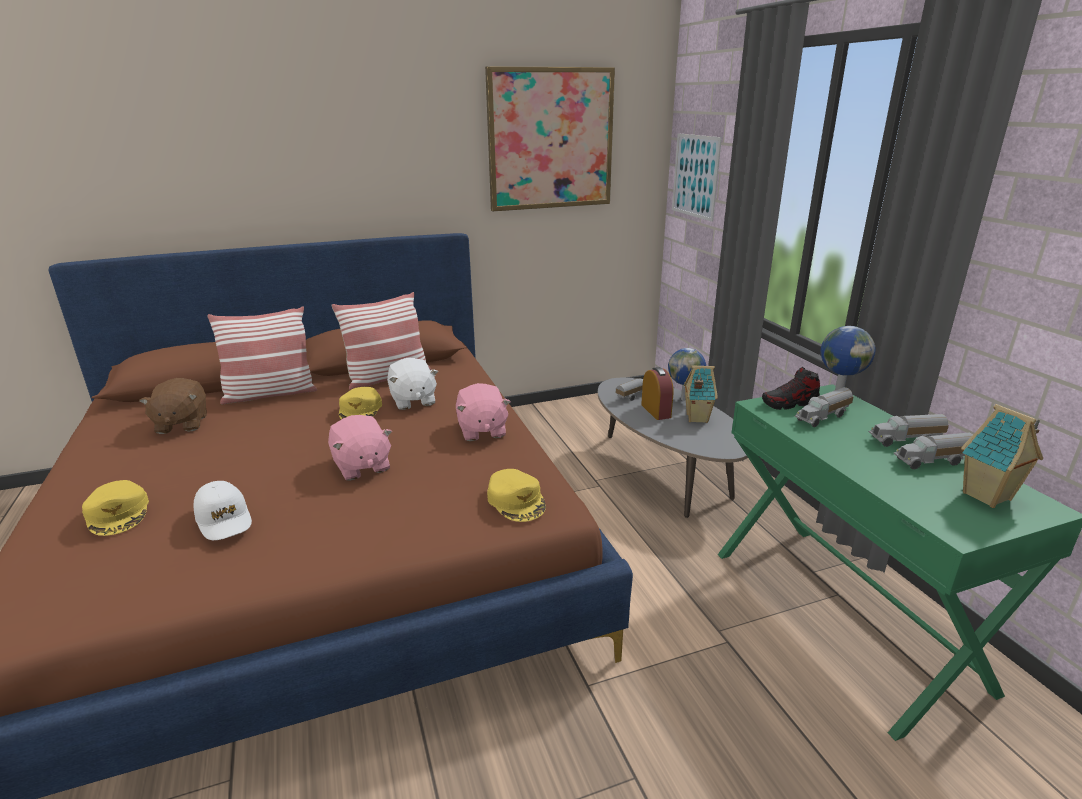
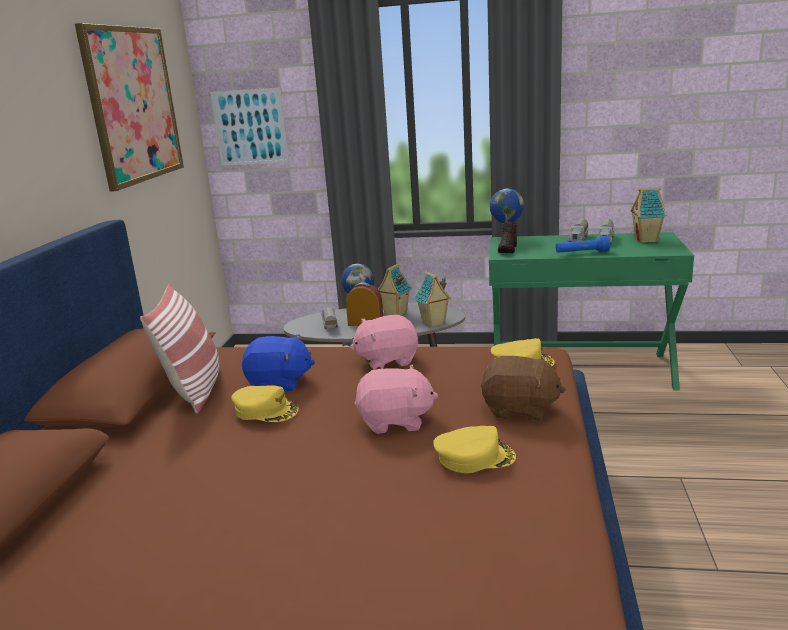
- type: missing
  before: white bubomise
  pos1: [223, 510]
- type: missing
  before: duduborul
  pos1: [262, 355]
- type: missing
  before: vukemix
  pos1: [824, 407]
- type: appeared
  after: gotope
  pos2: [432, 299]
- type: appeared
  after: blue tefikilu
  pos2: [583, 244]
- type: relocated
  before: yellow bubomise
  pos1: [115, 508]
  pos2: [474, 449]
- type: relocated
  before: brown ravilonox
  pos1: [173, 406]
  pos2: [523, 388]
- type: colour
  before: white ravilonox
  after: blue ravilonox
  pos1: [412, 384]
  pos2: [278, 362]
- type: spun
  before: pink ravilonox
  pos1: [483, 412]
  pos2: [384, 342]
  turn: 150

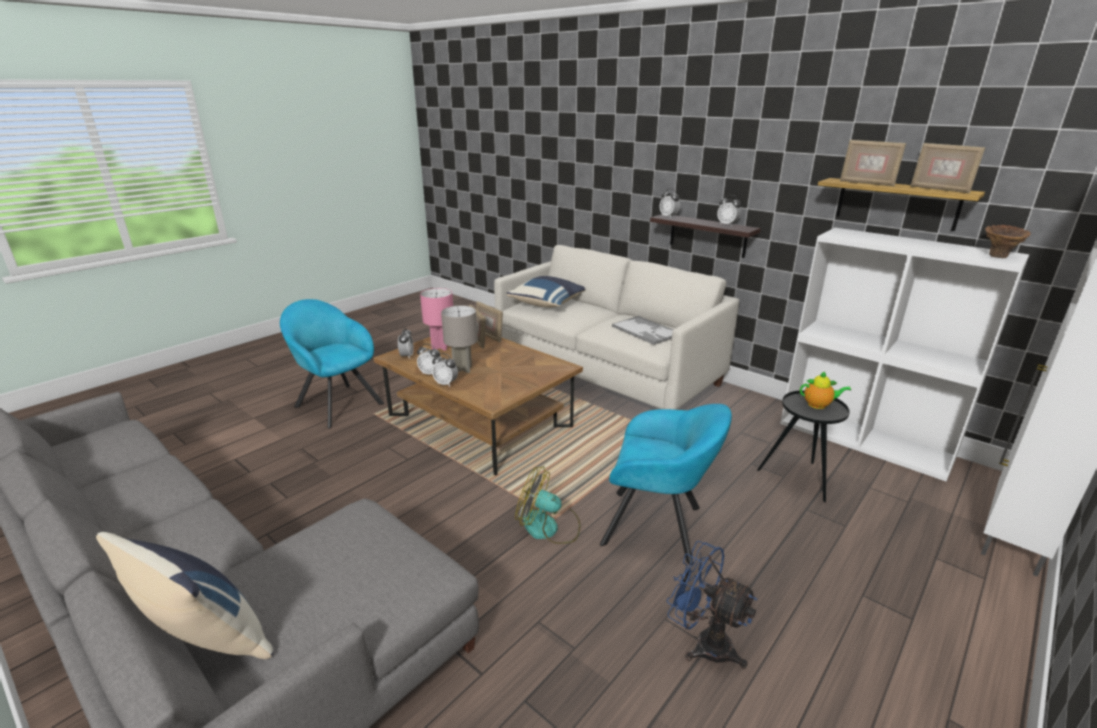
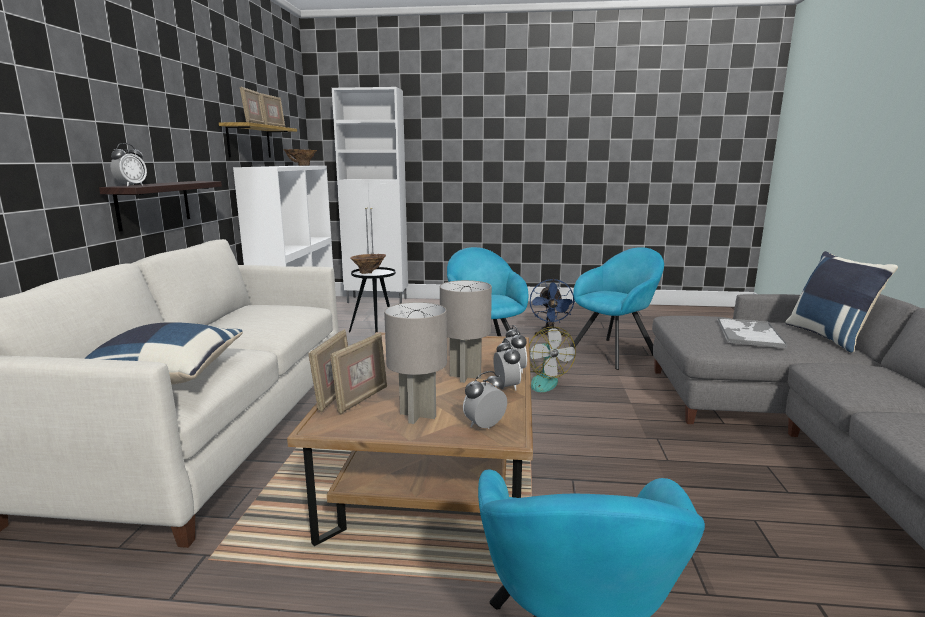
- type: missing
  before: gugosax
  pos1: [729, 210]
- type: appeared
  after: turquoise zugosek
  pos2: [617, 308]
- type: relocated
  before: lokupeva
  pos1: [642, 330]
  pos2: [752, 333]
- type: exchanged
  before: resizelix
  after: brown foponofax
  pos1: [825, 390]
  pos2: [368, 264]
- type: colour
  before: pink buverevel
  after: grey buverevel
  pos1: [436, 319]
  pos2: [415, 363]

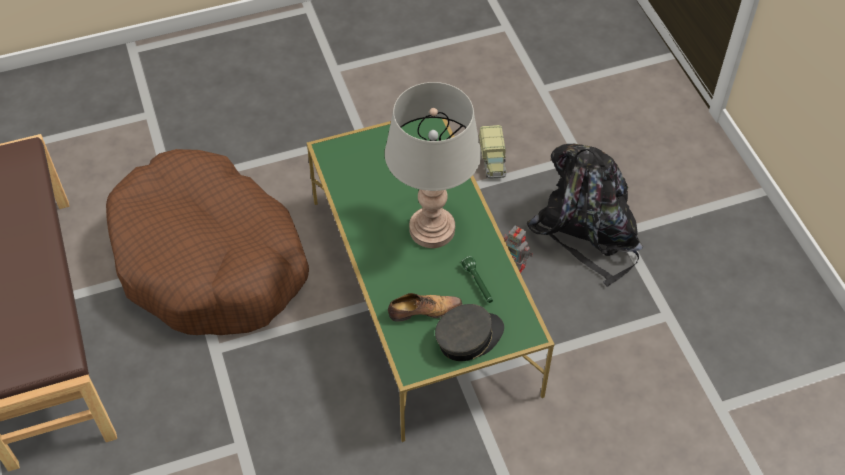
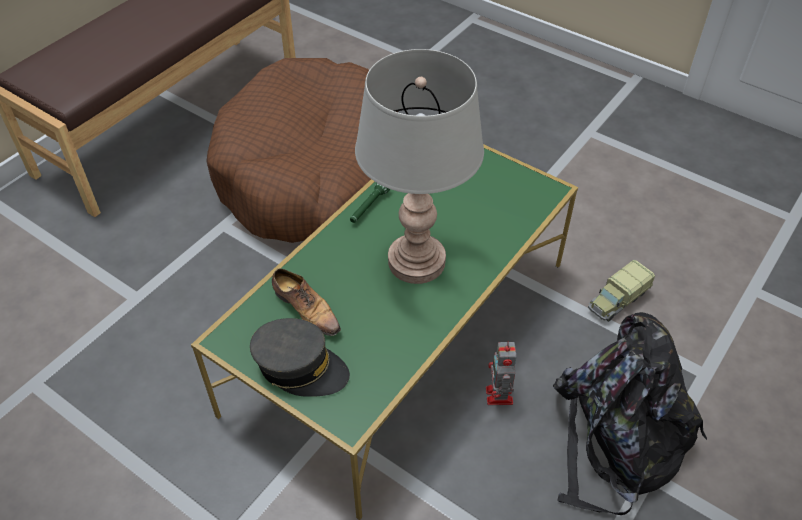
- type: relocated
  before: green tefikilu
  pos1: [477, 279]
  pos2: [370, 203]

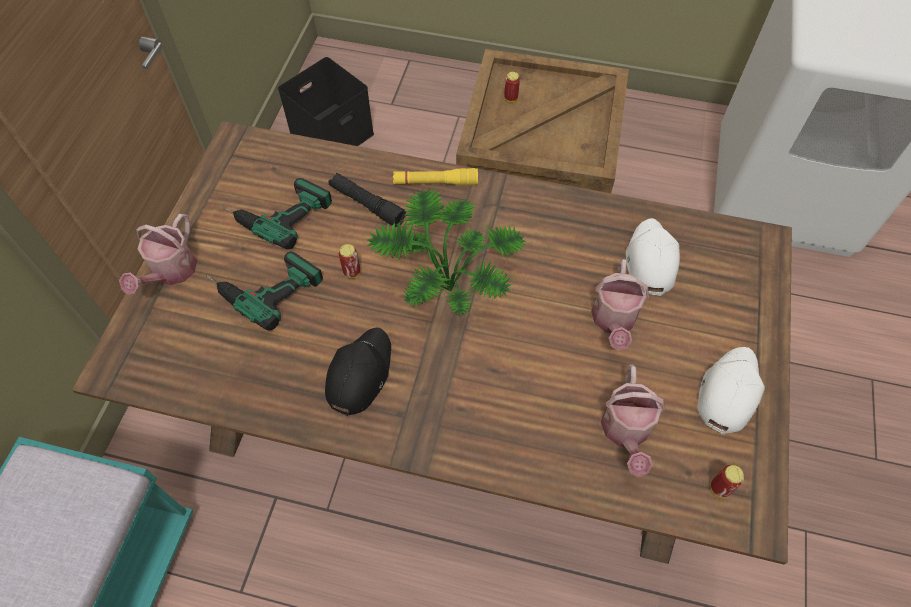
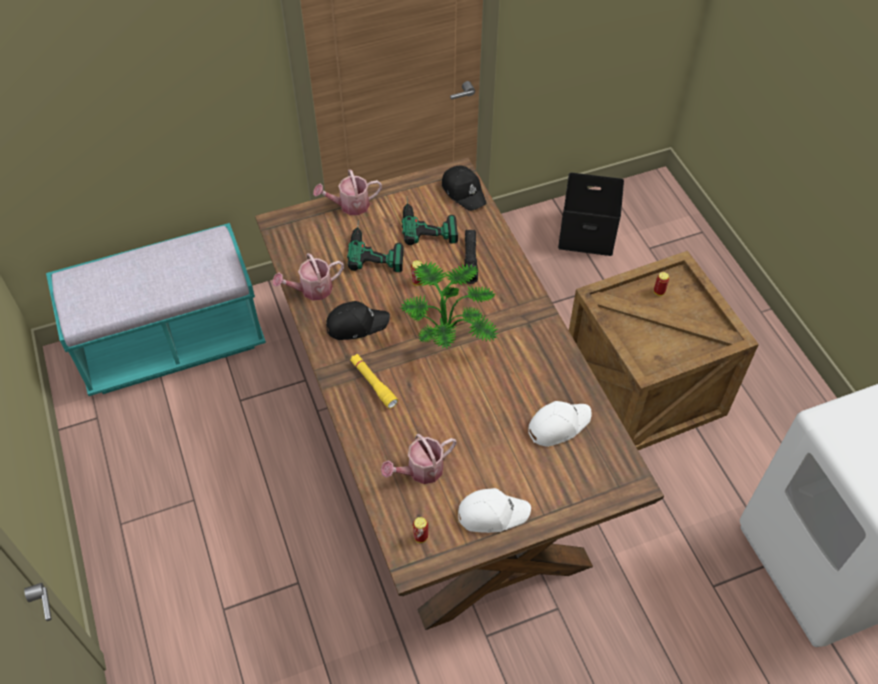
- type: appeared
  after: black bubomise
  pos2: [464, 188]
- type: relocated
  before: yellow tefikilu
  pos1: [435, 176]
  pos2: [374, 381]
- type: relocated
  before: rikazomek
  pos1: [620, 305]
  pos2: [308, 276]

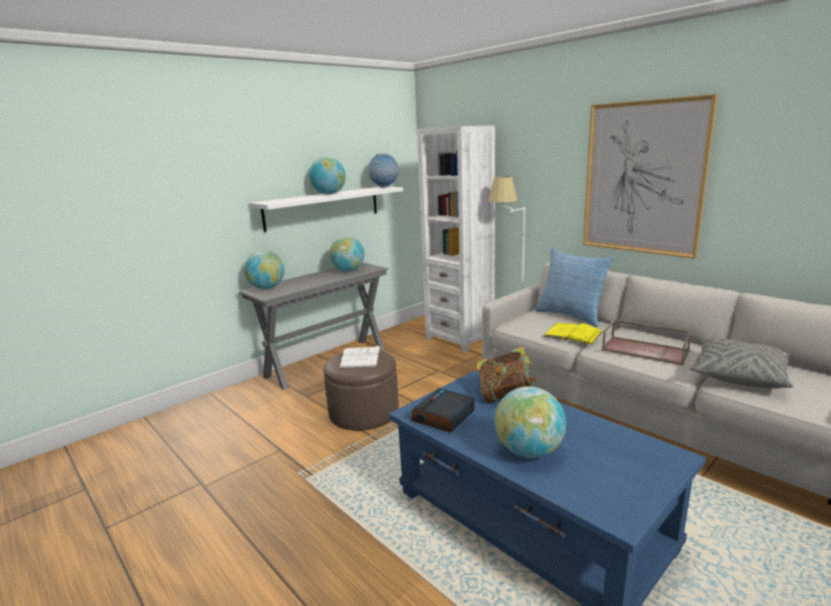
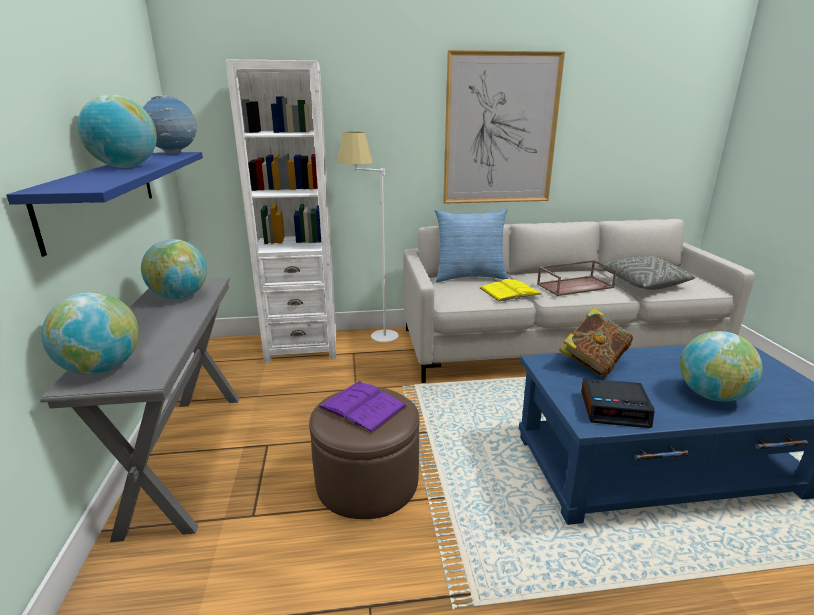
- type: colour
  before: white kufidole
  after: blue kufidole
  pos1: [326, 209]
  pos2: [104, 204]
- type: colour
  before: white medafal
  after: purple medafal
  pos1: [360, 357]
  pos2: [362, 407]
- type: spun
  before: gugosax
  pos1: [443, 410]
  pos2: [618, 403]
  turn: -60

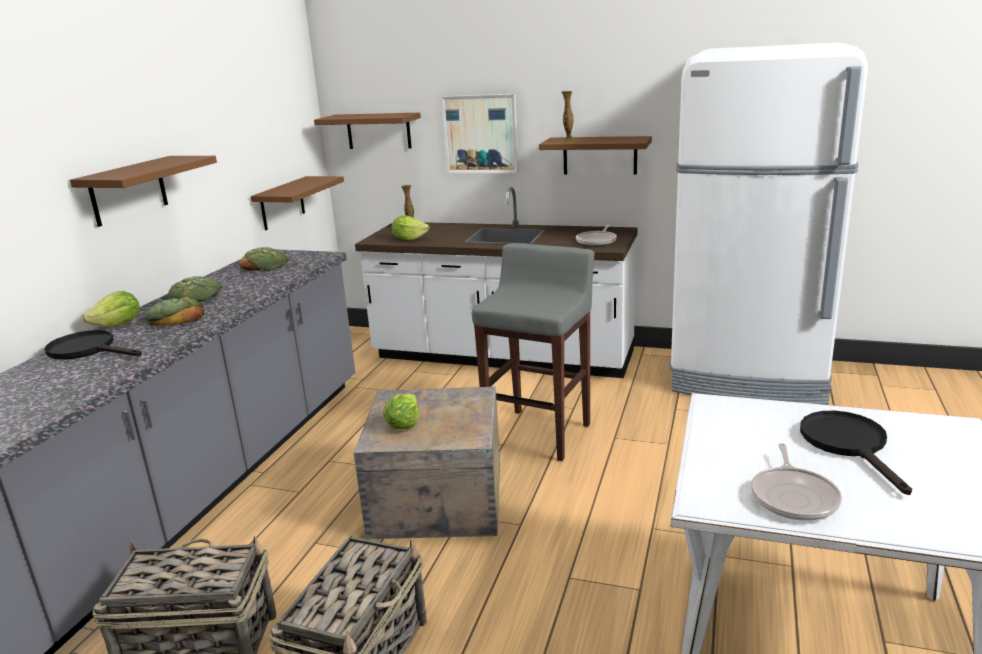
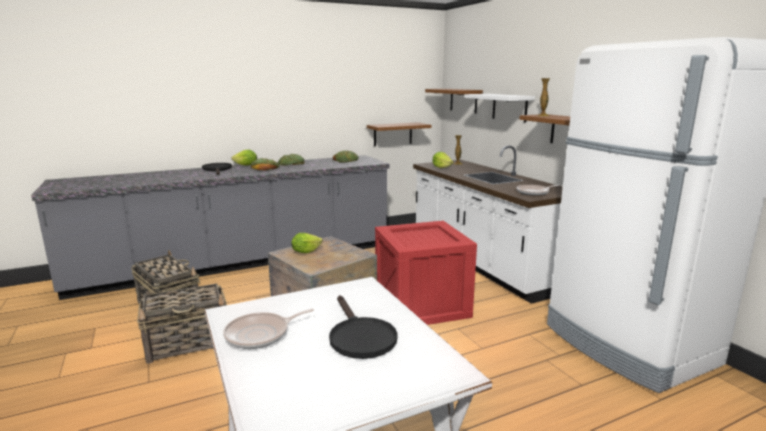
- type: missing
  before: brown kufidole
  pos1: [143, 191]
- type: exchanged
  before: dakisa
  after: white kufidole
  pos1: [480, 133]
  pos2: [500, 108]
- type: exchanged
  before: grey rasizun
  after: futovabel
  pos1: [533, 352]
  pos2: [426, 273]
- type: spun
  before: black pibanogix
  pos1: [856, 453]
  pos2: [363, 327]
  turn: 120

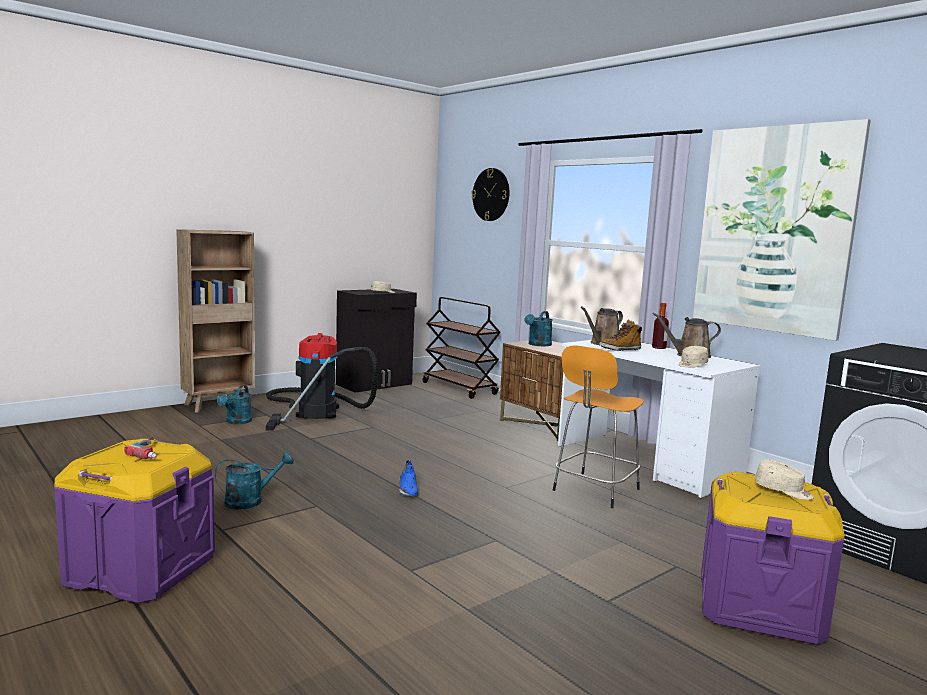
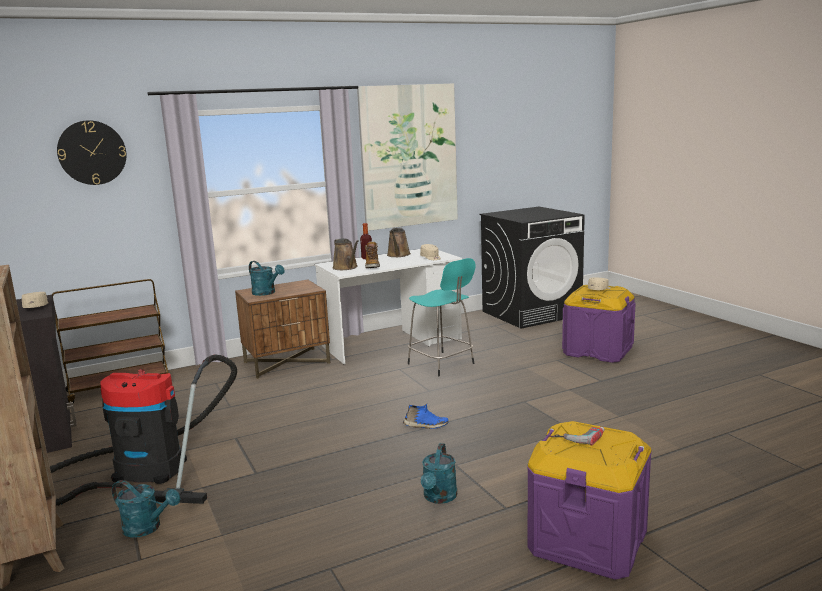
- type: colour
  before: orange rasizun
  after: turquoise rasizun
  pos1: [598, 426]
  pos2: [442, 317]
- type: spun
  before: turquoise rikazomek
  pos1: [254, 480]
  pos2: [439, 473]
  turn: -150

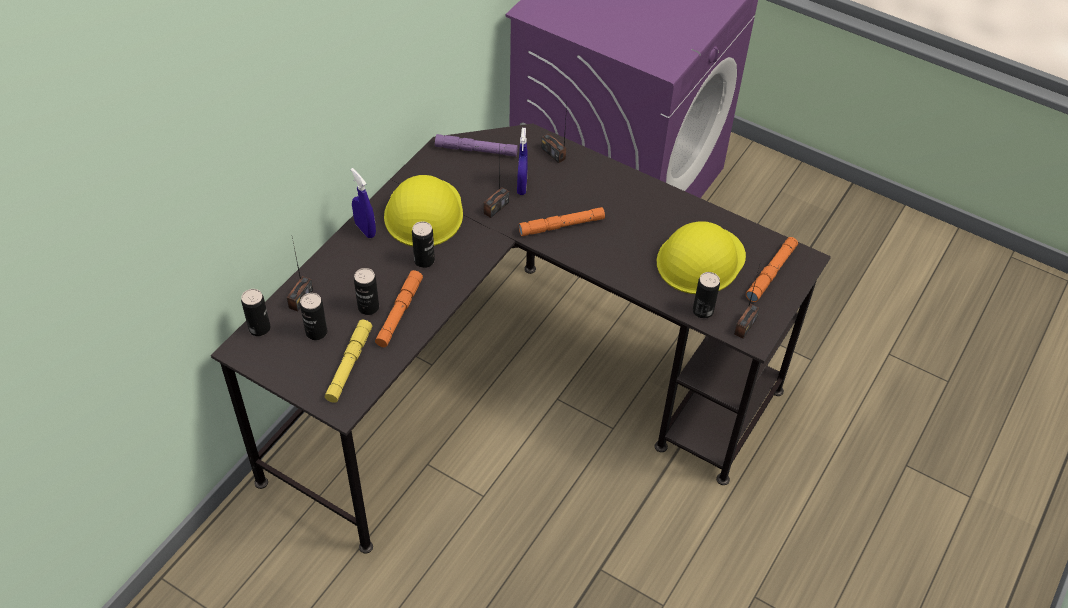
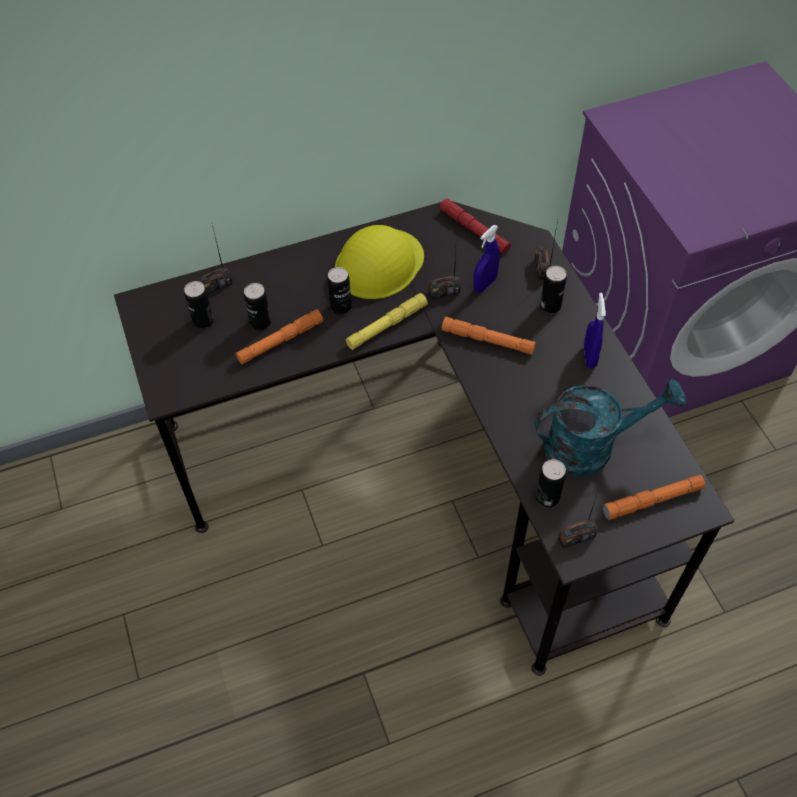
- type: relocated
  before: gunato
  pos1: [255, 312]
  pos2: [553, 289]
- type: relocated
  before: yellow tefikilu
  pos1: [348, 361]
  pos2: [387, 321]
- type: relocated
  before: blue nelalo
  pos1: [363, 203]
  pos2: [595, 331]
- type: exchanged
  before: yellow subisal
  after: turquoise rikazomek
  pos1: [701, 257]
  pos2: [610, 427]
- type: colour
  before: purple tefikilu
  after: red tefikilu
  pos1: [476, 145]
  pos2: [475, 226]

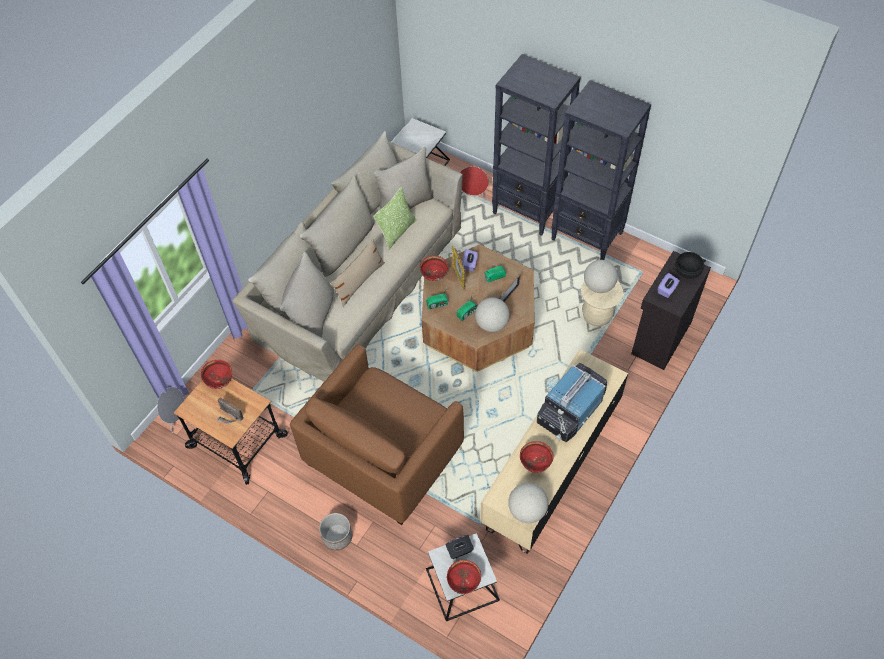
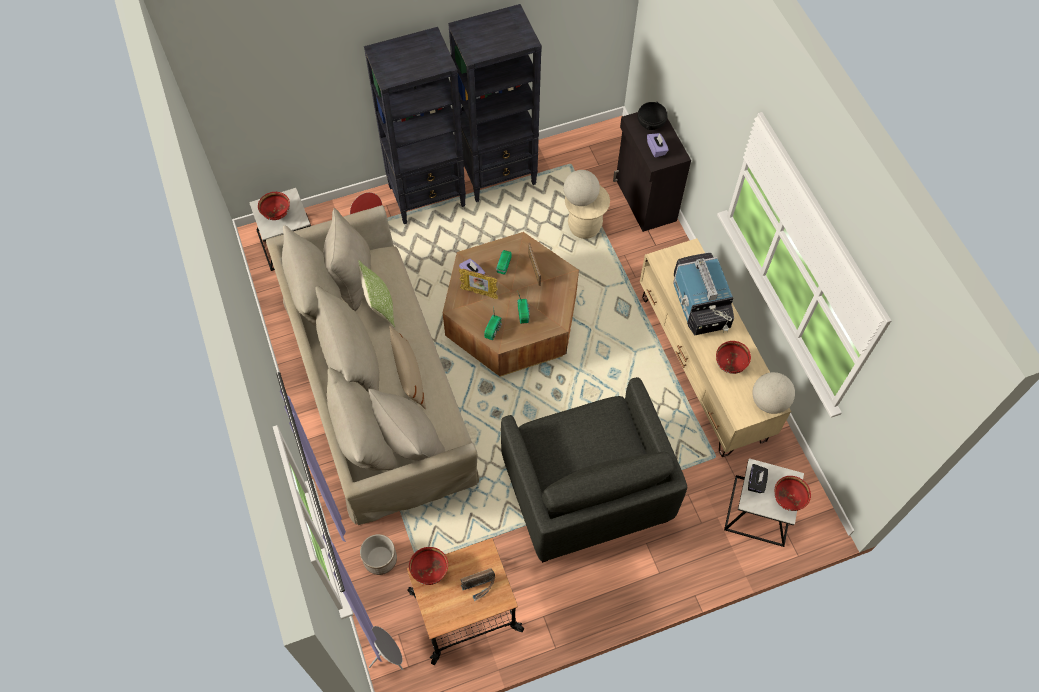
- type: missing
  before: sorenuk
  pos1: [492, 315]
- type: relocated
  before: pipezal
  pos1: [335, 532]
  pos2: [378, 554]
- type: relocated
  before: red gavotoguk
  pos1: [434, 268]
  pos2: [274, 206]
- type: colour
  before: brown zugosek
  after: grey zugosek
  pos1: [377, 435]
  pos2: [594, 470]

